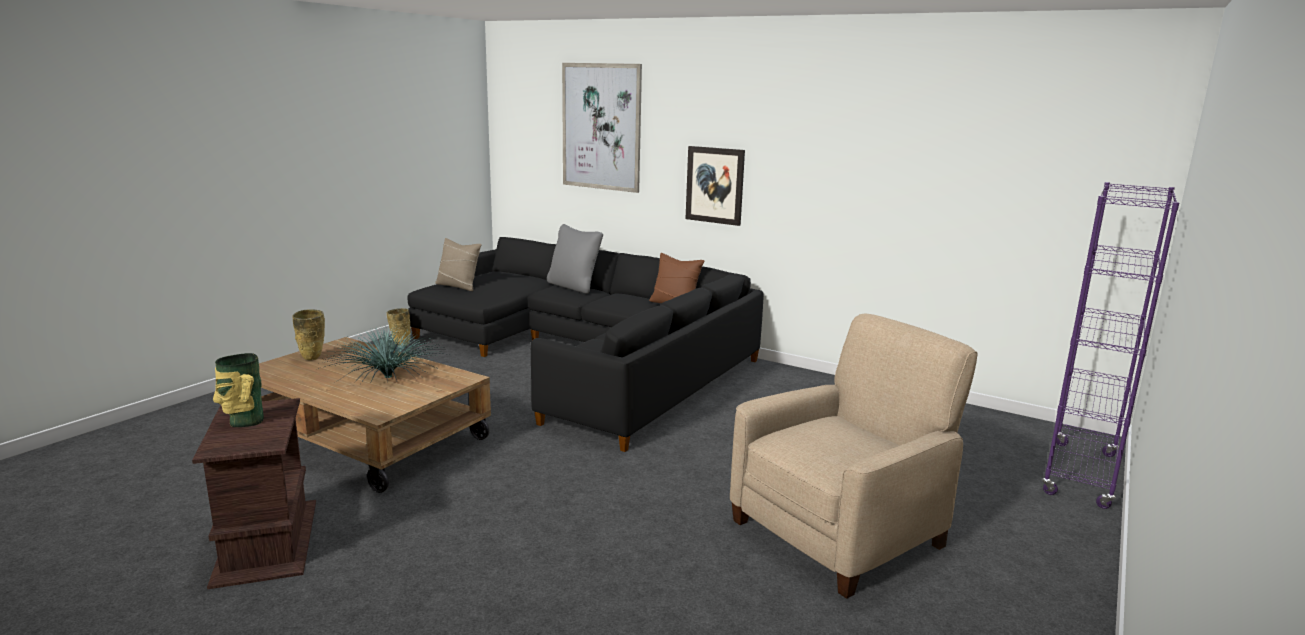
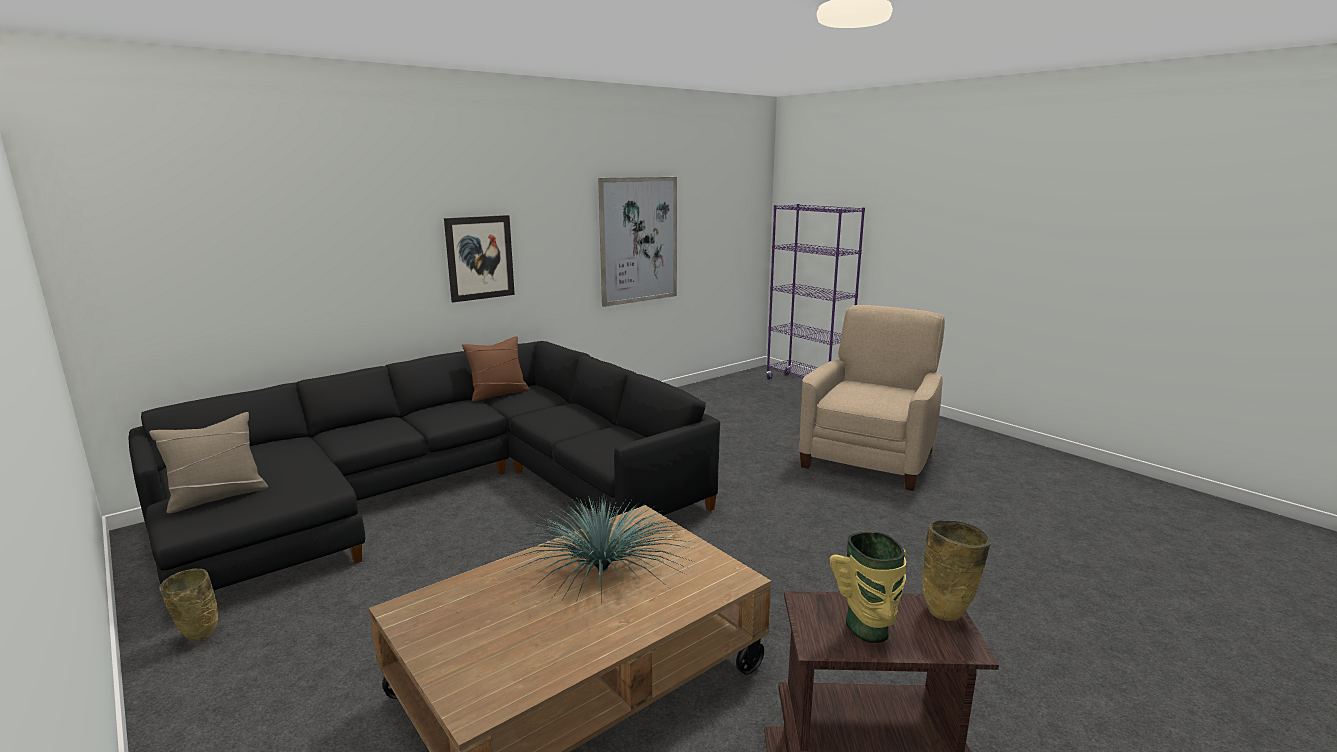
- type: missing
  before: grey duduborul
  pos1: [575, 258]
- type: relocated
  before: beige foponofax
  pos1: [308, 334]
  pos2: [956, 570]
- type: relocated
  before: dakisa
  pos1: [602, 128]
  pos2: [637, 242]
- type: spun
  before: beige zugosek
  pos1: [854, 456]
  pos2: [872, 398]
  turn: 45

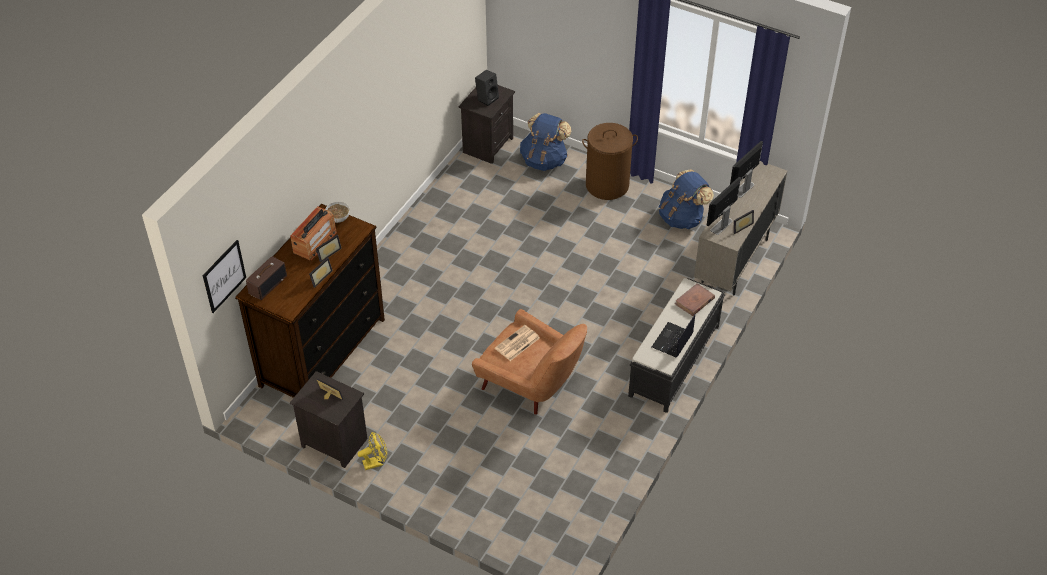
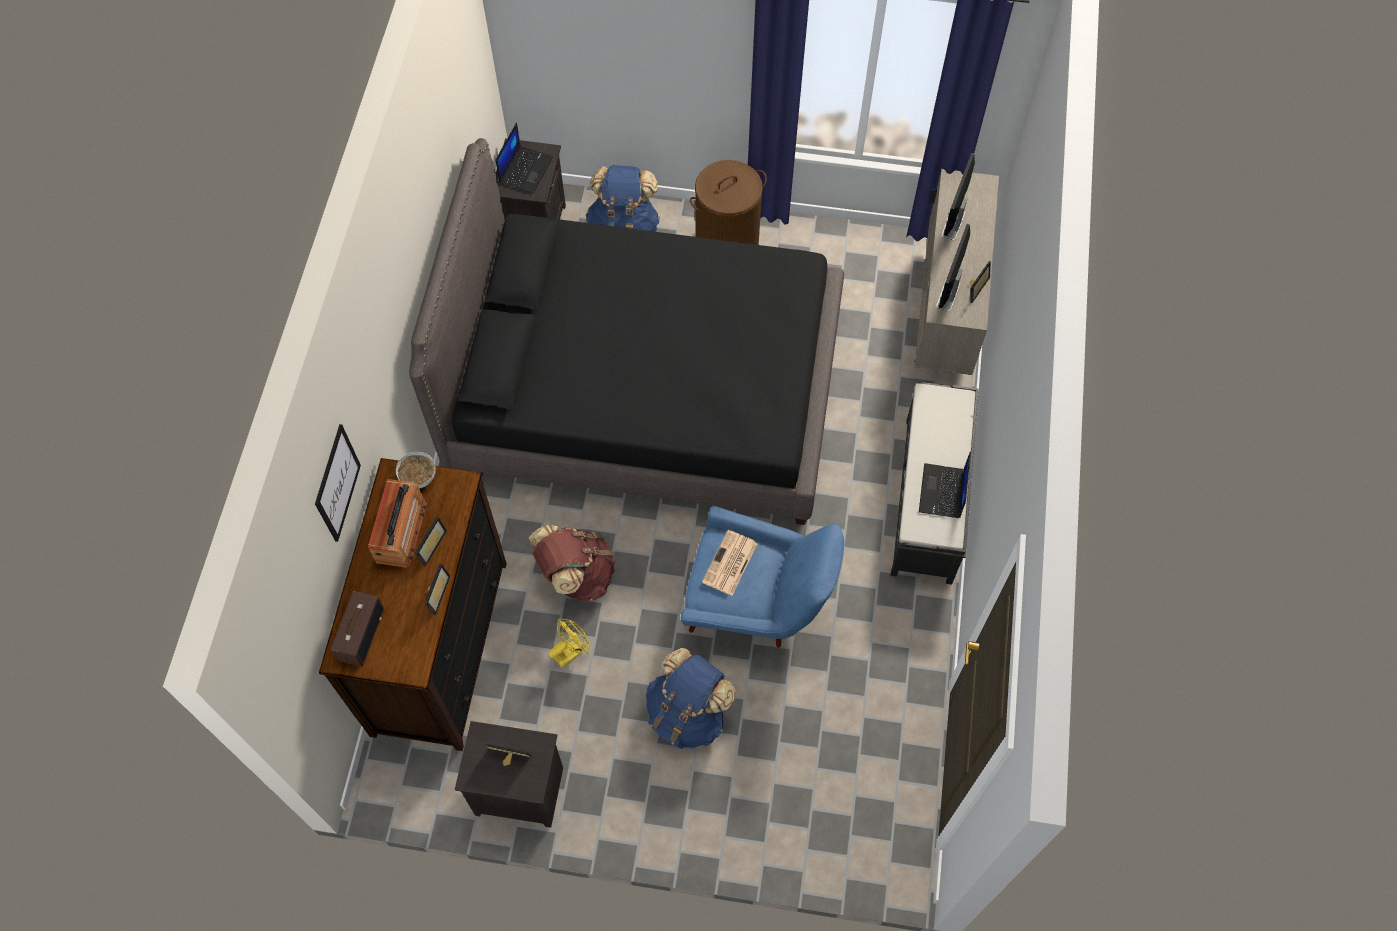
- type: missing
  before: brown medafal
  pos1: [695, 299]
- type: appeared
  after: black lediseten
  pos2: [626, 331]
- type: appeared
  after: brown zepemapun
  pos2: [572, 563]
- type: relocated
  before: dakisa
  pos1: [224, 276]
  pos2: [338, 483]
- type: relocated
  before: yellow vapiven
  pos1: [372, 451]
  pos2: [568, 643]
- type: relocated
  before: blue zepemapun
  pos1: [686, 199]
  pos2: [691, 698]
- type: exchanged
  before: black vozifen
  after: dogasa
  pos1: [487, 88]
  pos2: [524, 158]
- type: colour
  before: brown zugosek
  after: blue zugosek
  pos1: [529, 362]
  pos2: [762, 577]

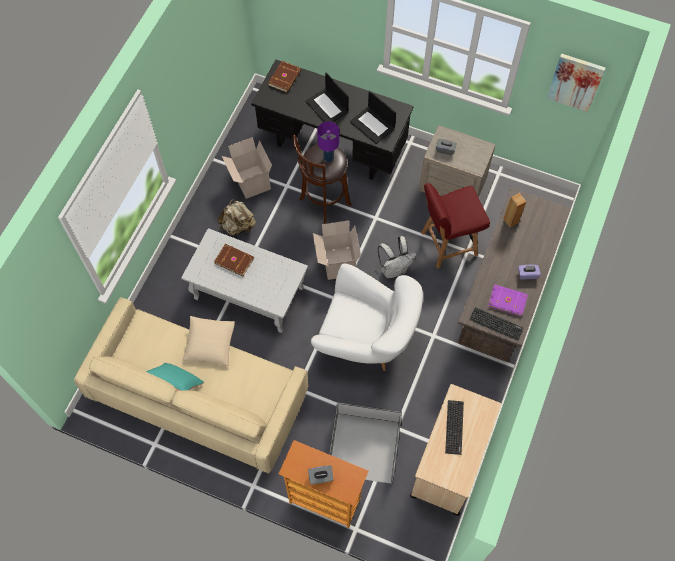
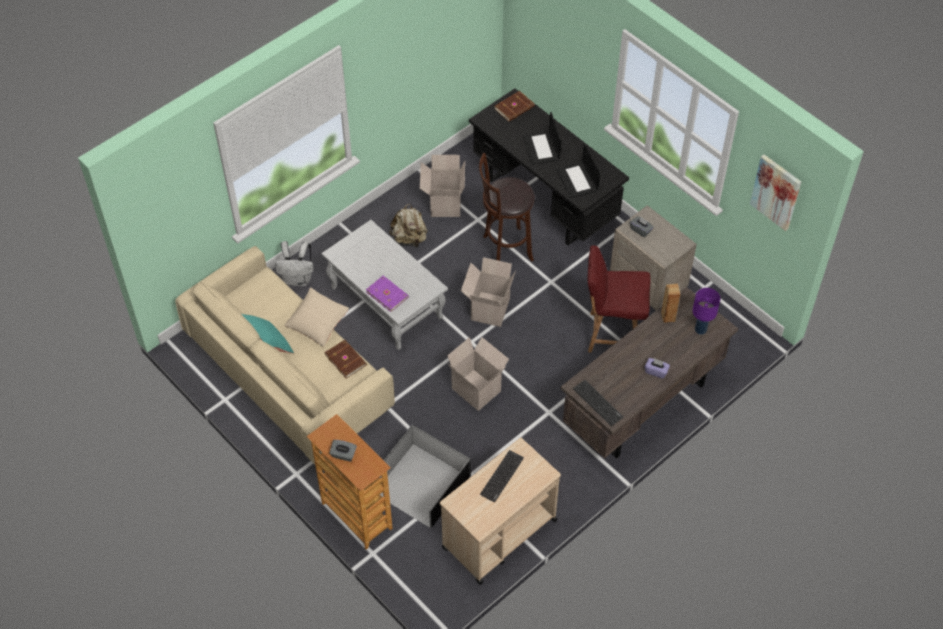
- type: relocated
  before: brown medafal
  pos1: [234, 260]
  pos2: [346, 359]
- type: relocated
  before: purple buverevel
  pos1: [328, 141]
  pos2: [706, 311]
- type: relocated
  before: white zepemapun
  pos1: [397, 257]
  pos2: [294, 263]
- type: relocated
  before: purple medafal
  pos1: [508, 300]
  pos2: [387, 294]
- type: exchanged
  before: white zugosek
  after: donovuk
  pos1: [367, 317]
  pos2: [478, 374]

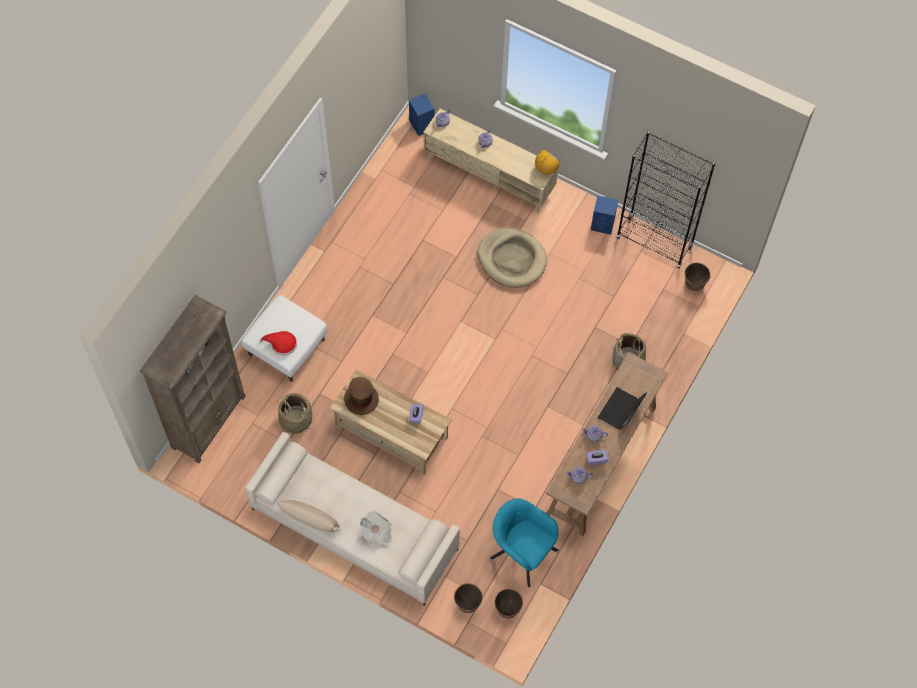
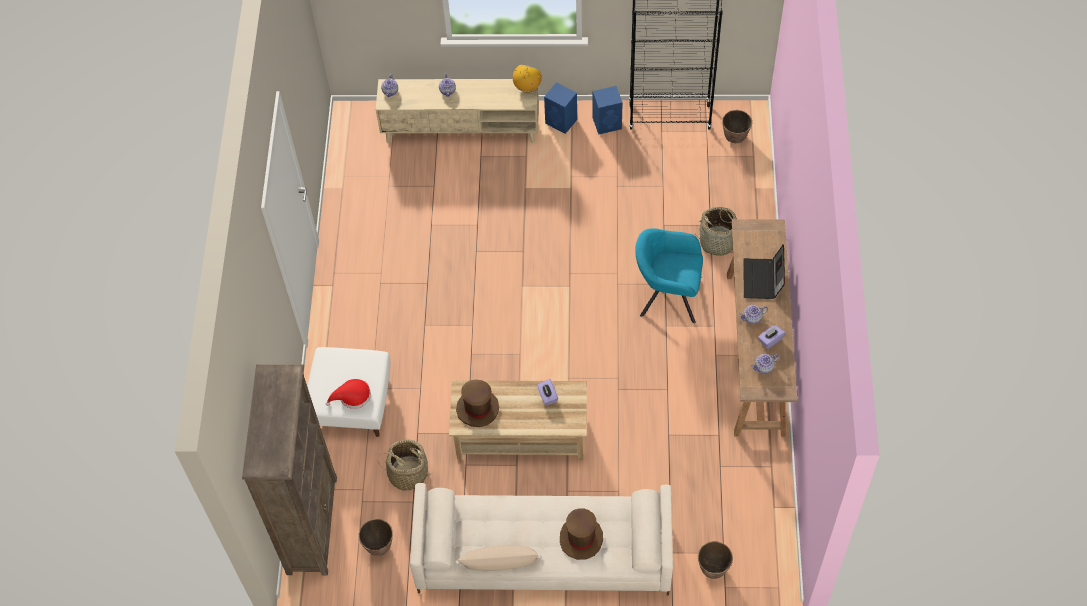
- type: missing
  before: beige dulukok
  pos1: [512, 257]
- type: relocated
  before: blue vozifen
  pos1: [422, 115]
  pos2: [560, 108]
- type: relocated
  before: turquoise zugosek
  pos1: [524, 542]
  pos2: [669, 275]
- type: relocated
  before: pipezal
  pos1: [508, 604]
  pos2: [375, 537]
- type: exchanged
  before: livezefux
  after: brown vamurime
  pos1: [376, 528]
  pos2: [581, 534]

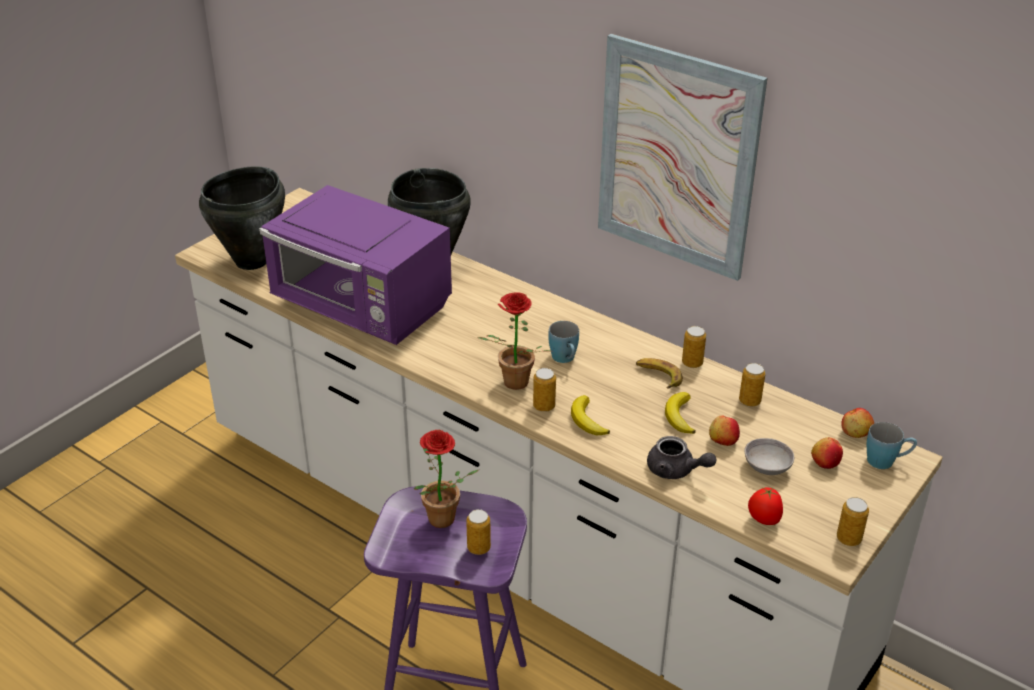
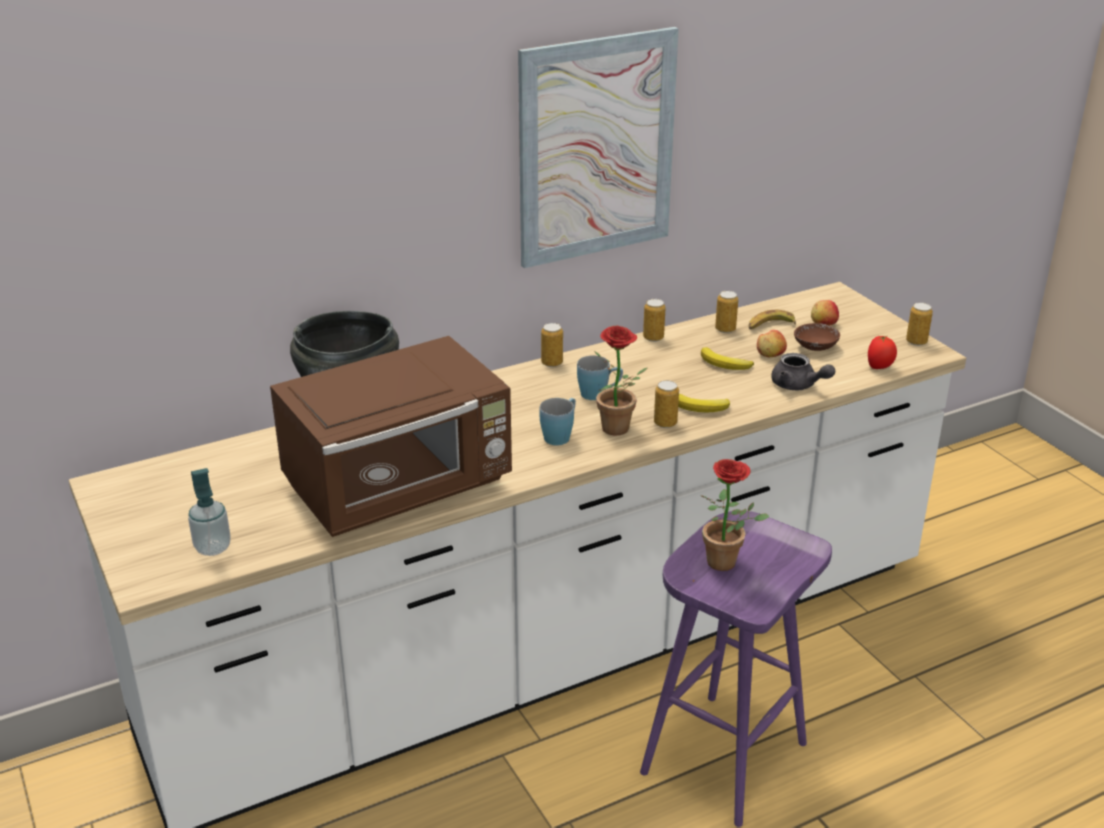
- type: missing
  before: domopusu
  pos1: [857, 423]
- type: relocated
  before: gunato
  pos1: [478, 532]
  pos2: [552, 345]
- type: relocated
  before: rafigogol
  pos1: [659, 373]
  pos2: [772, 319]
- type: relocated
  before: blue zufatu
  pos1: [892, 445]
  pos2: [557, 421]
- type: exchanged
  before: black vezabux
  after: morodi
  pos1: [242, 218]
  pos2: [209, 512]
- type: colour
  before: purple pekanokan
  after: brown pekanokan
  pos1: [355, 265]
  pos2: [391, 436]
- type: colour
  before: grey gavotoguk
  after: brown gavotoguk
  pos1: [769, 456]
  pos2: [817, 337]
- type: spun
  before: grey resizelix
  pos1: [681, 457]
  pos2: [803, 371]
  turn: 75

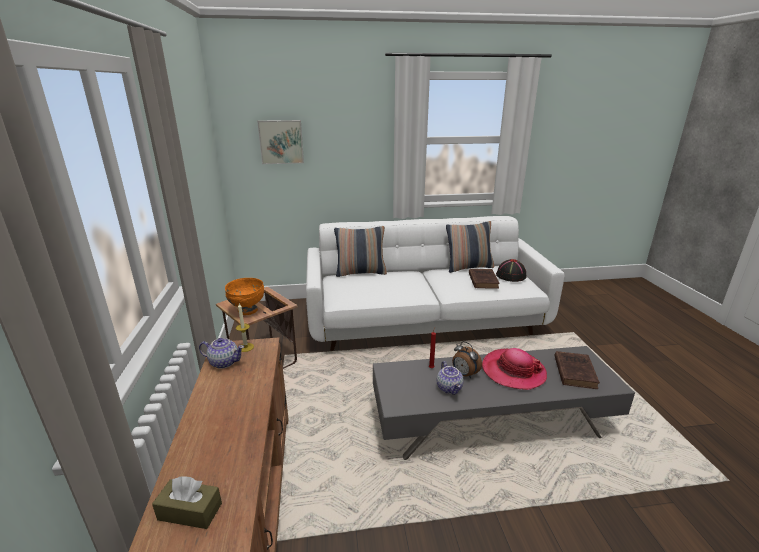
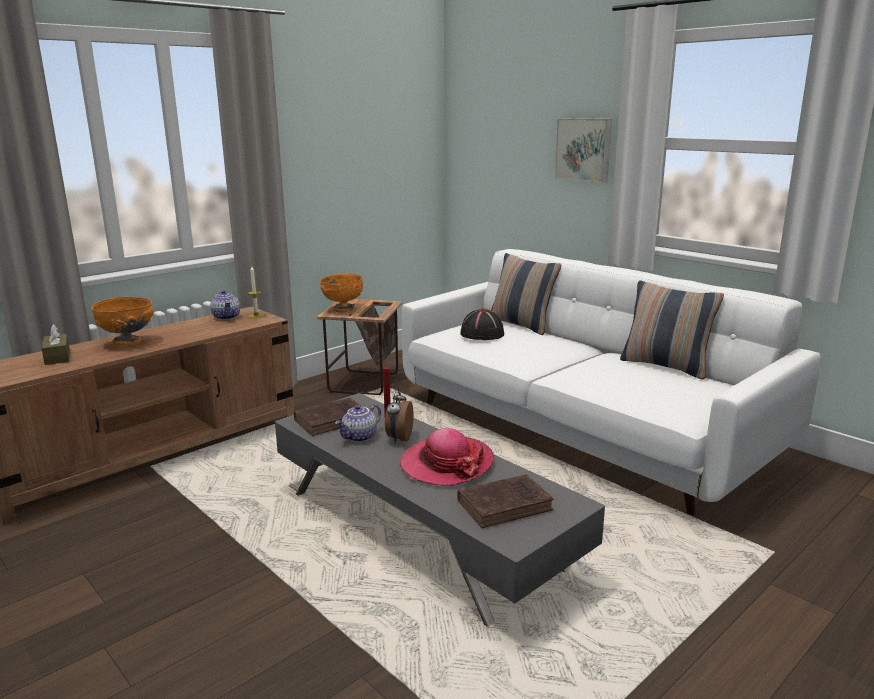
- type: appeared
  after: orange gavotoguk
  pos2: [122, 321]
- type: relocated
  before: dakisa
  pos1: [280, 142]
  pos2: [583, 150]
- type: relocated
  before: brown medafal
  pos1: [484, 279]
  pos2: [328, 417]
- type: relocated
  before: black vamurime
  pos1: [511, 270]
  pos2: [482, 324]

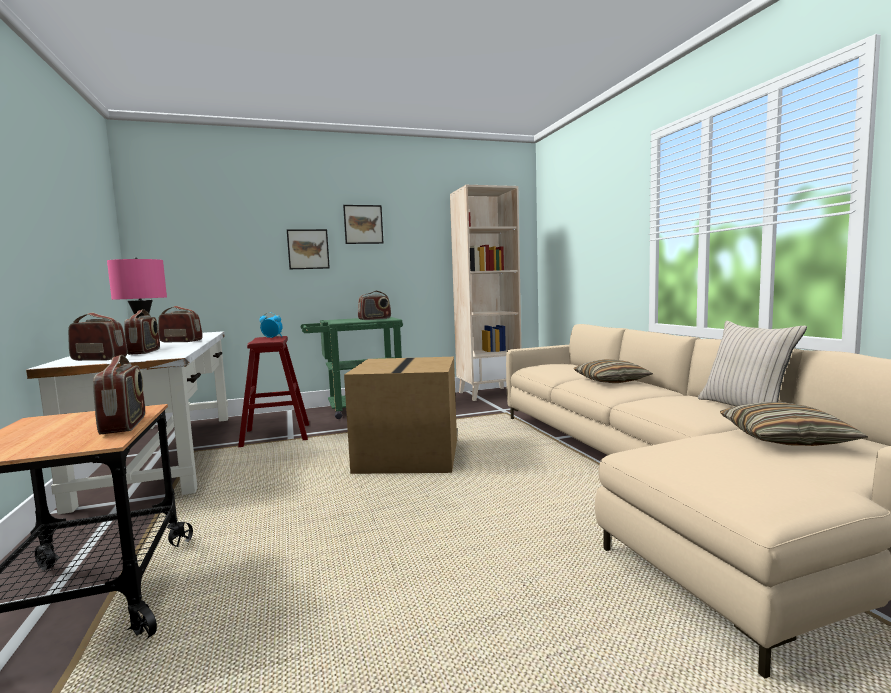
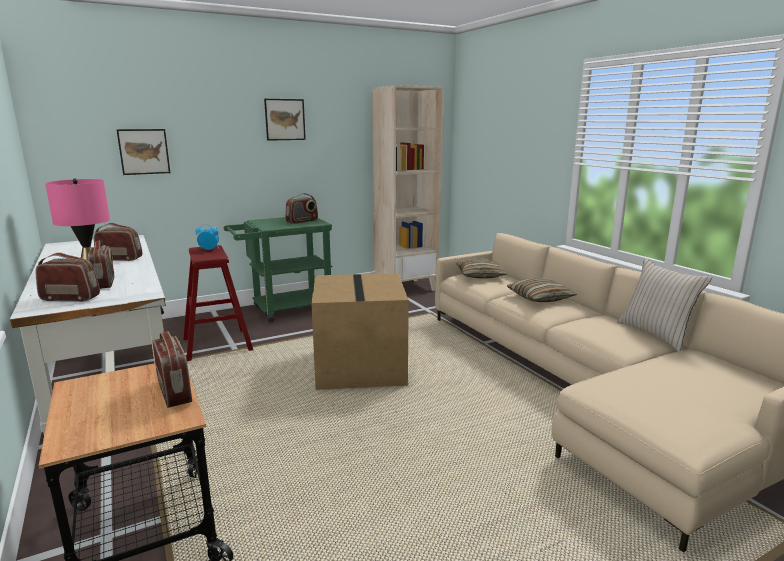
- type: relocated
  before: dakisa
  pos1: [308, 249]
  pos2: [143, 152]
- type: relocated
  before: duduborul
  pos1: [794, 424]
  pos2: [481, 268]

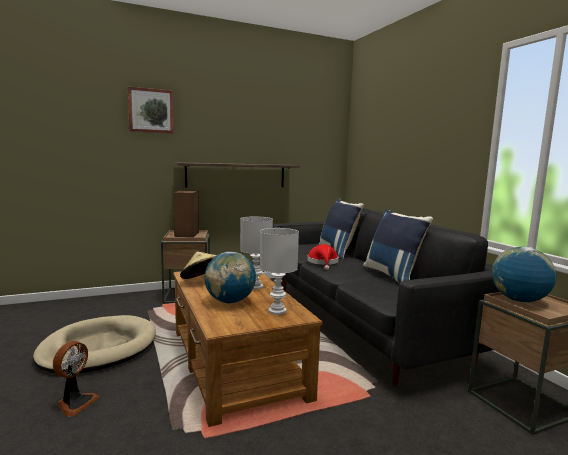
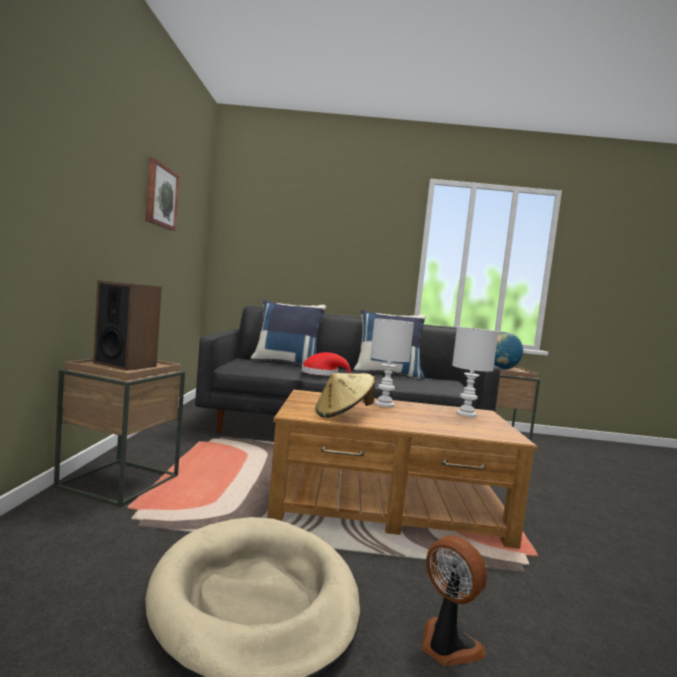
- type: missing
  before: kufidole
  pos1: [237, 174]
- type: missing
  before: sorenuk
  pos1: [230, 278]
- type: relocated
  before: dakisa
  pos1: [151, 110]
  pos2: [162, 194]

